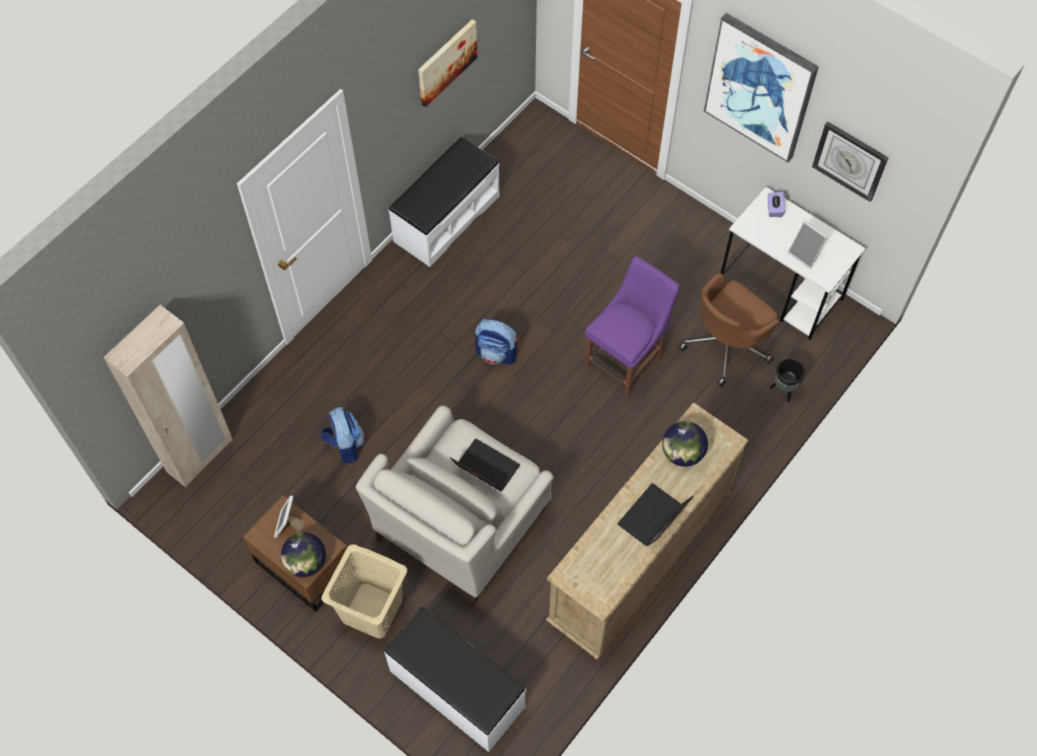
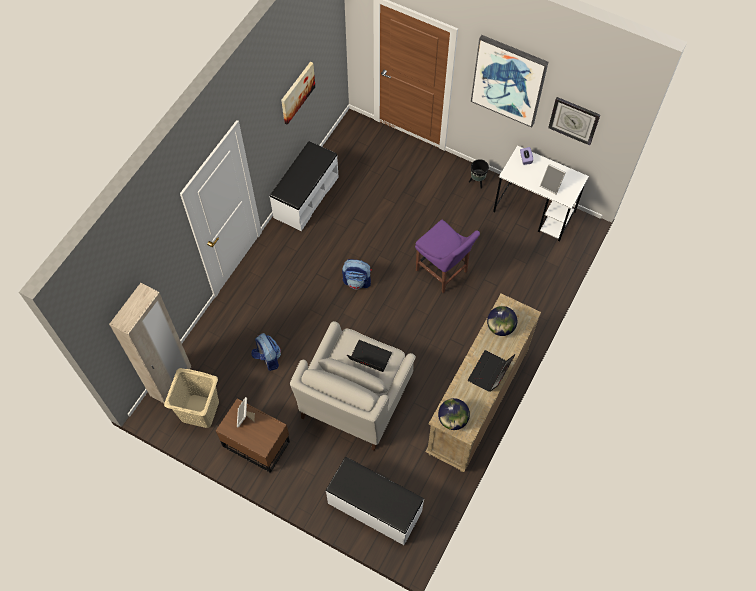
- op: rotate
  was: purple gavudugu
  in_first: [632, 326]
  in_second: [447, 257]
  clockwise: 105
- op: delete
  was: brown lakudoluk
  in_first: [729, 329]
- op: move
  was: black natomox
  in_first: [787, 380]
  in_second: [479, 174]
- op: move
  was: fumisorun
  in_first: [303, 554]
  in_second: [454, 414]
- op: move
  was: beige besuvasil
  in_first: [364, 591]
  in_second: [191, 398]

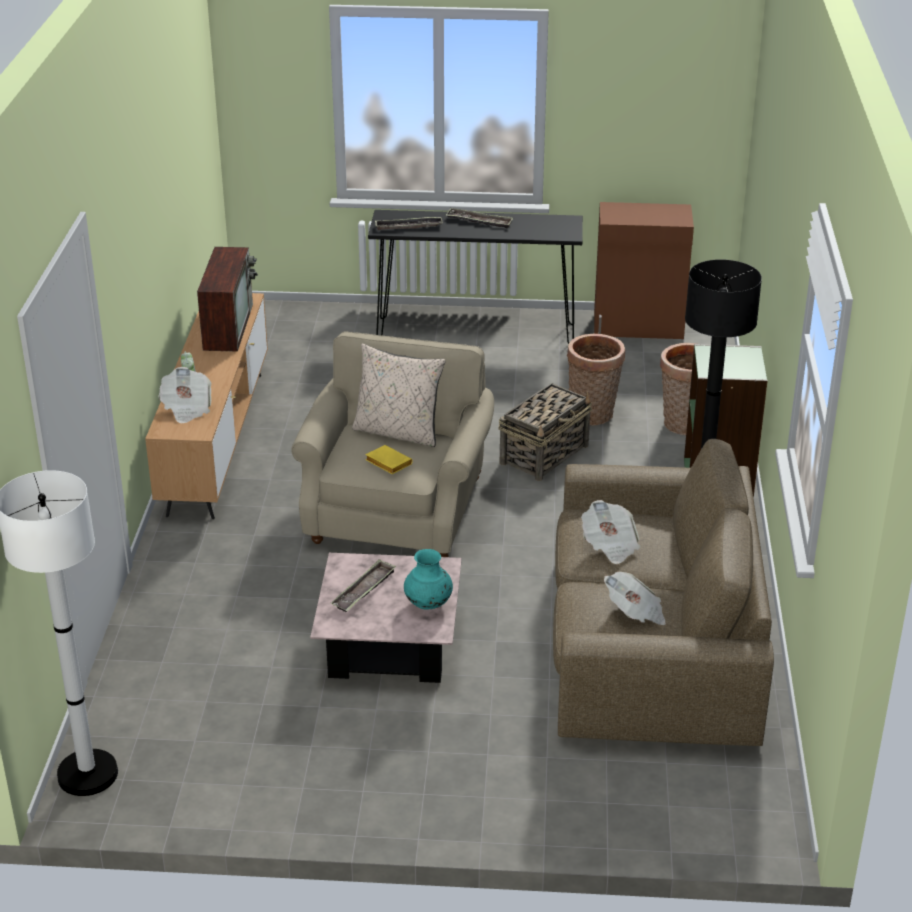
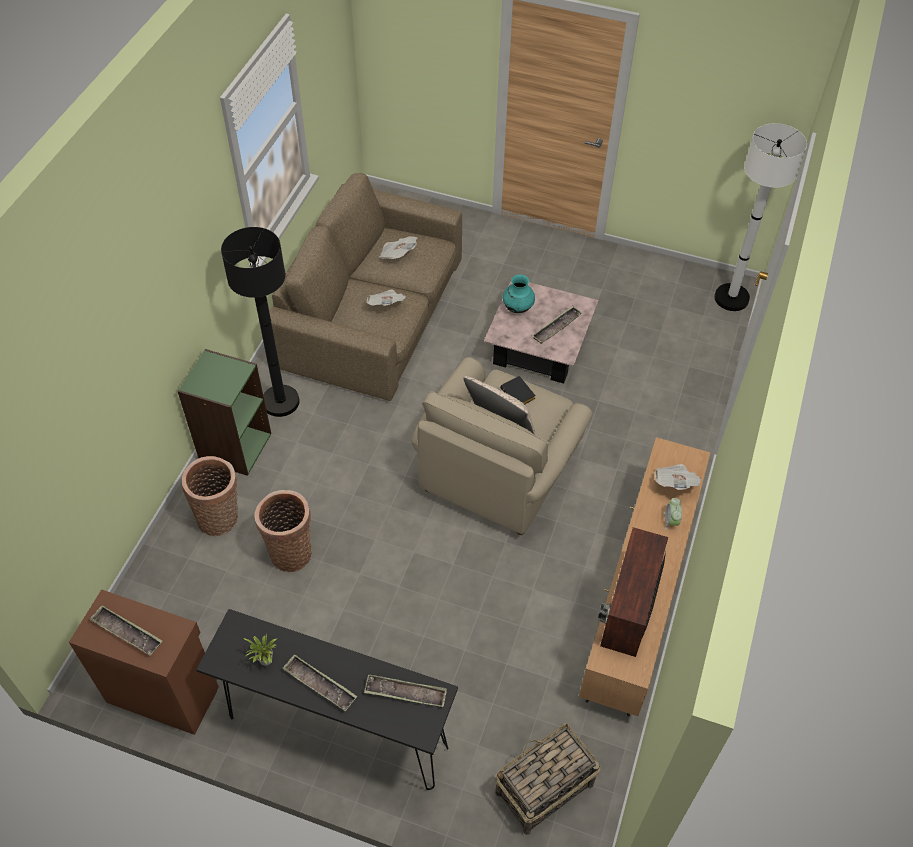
- op: move
  was: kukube
  in_first: [545, 432]
  in_second: [548, 779]
- op: recolor
  was: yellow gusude
  now: black gusude
  in_first: [389, 459]
  in_second: [518, 390]
- op: insert
  now: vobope
  in_second: [125, 630]
- op: insert
  now: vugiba
  in_second: [260, 649]

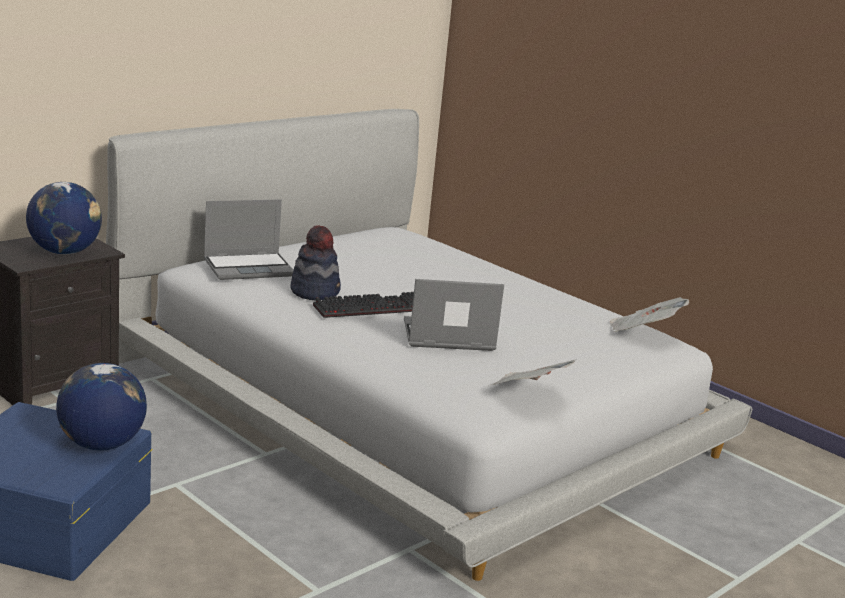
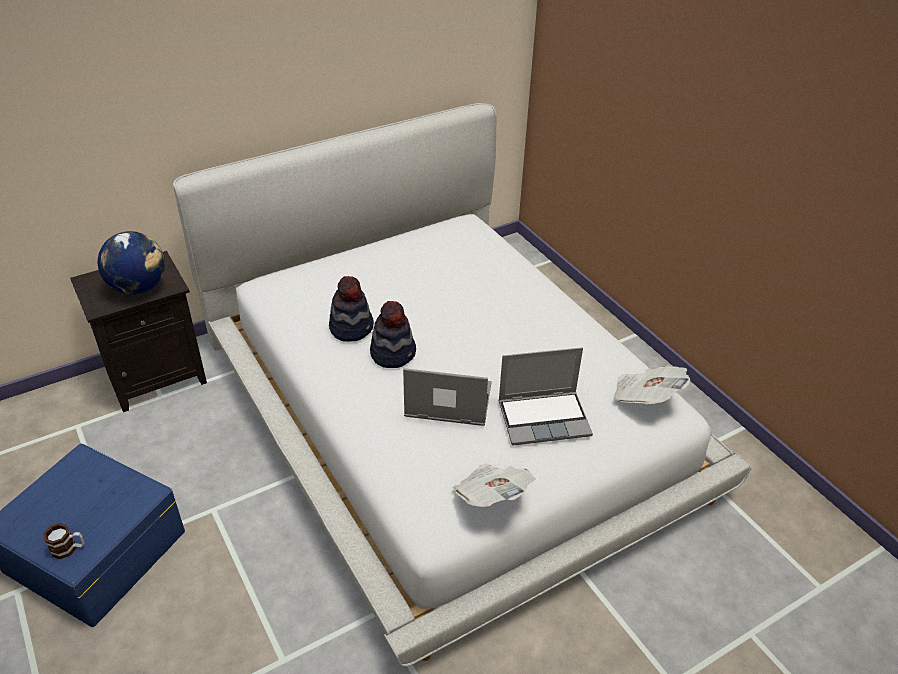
- op: move
  was: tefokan
  in_first: [248, 239]
  in_second: [545, 396]
- op: replace
  was: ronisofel
  now: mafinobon
  in_first: [363, 305]
  in_second: [393, 334]
- op: delete
  was: fumisorun
  in_first: [101, 407]
- op: insert
  now: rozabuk
  in_second: [64, 541]

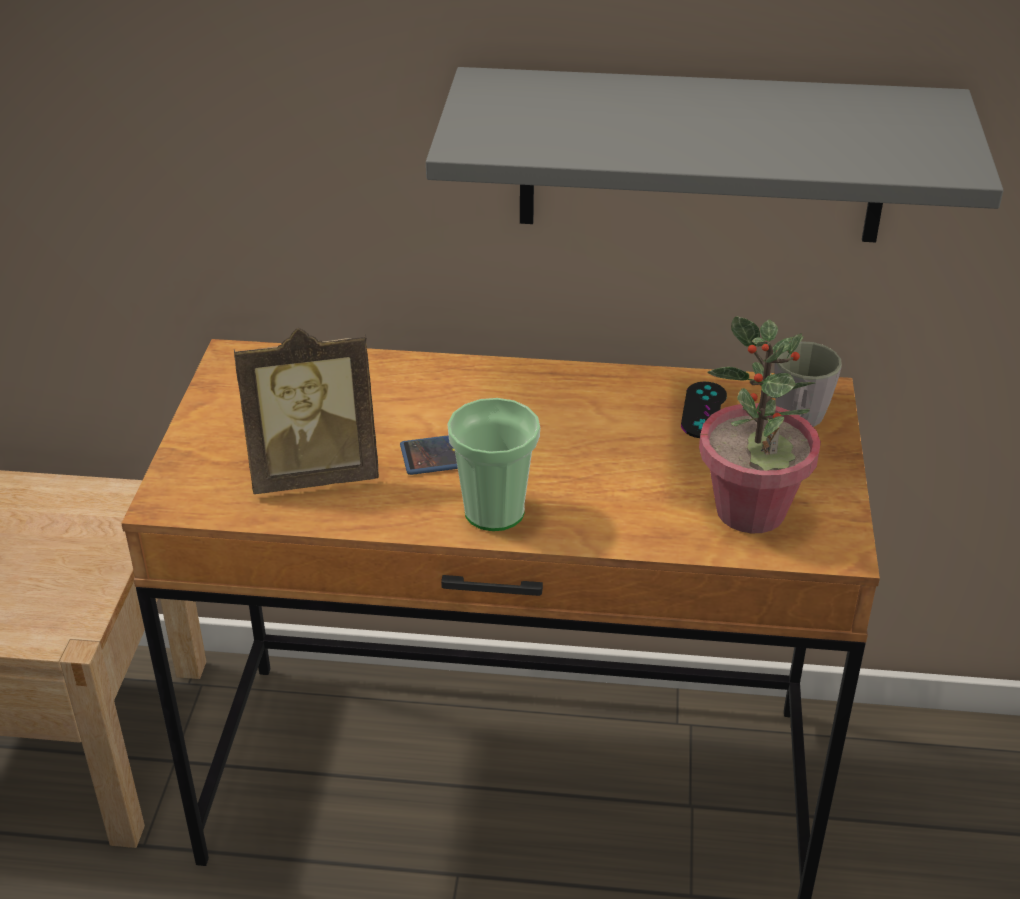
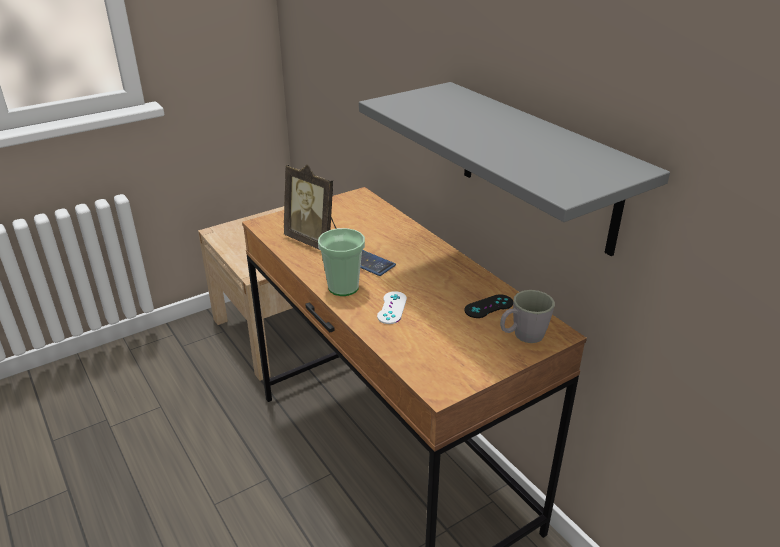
- op: delete
  was: vugiba
  in_first: [760, 424]
- op: insert
  now: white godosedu
  in_second: [392, 307]

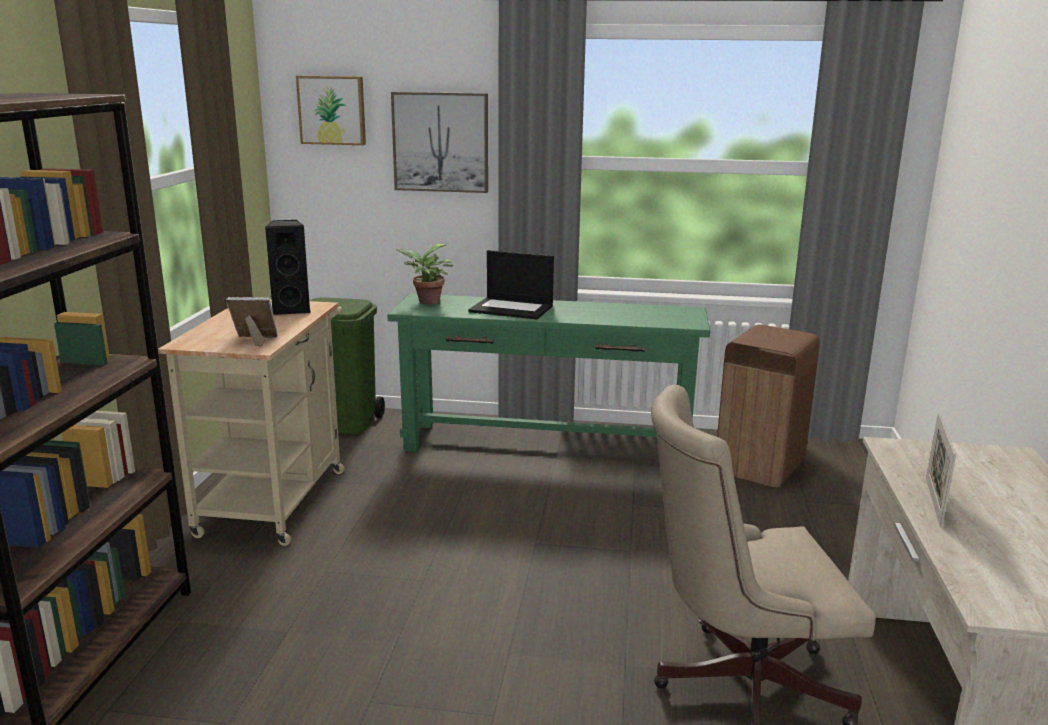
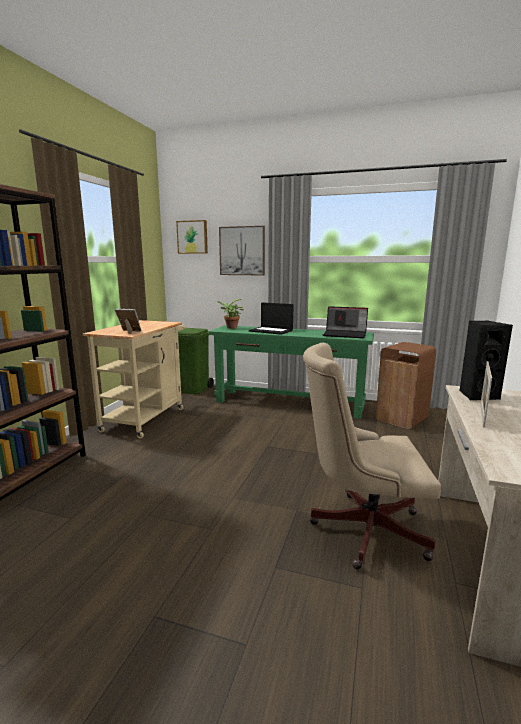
- op: move
  was: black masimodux
  in_first: [288, 267]
  in_second: [486, 360]
- op: insert
  now: tefokan
  in_second: [345, 322]

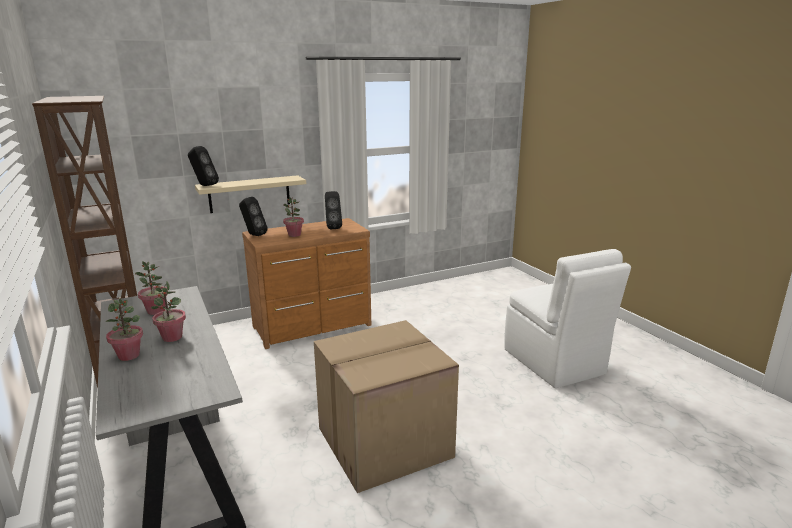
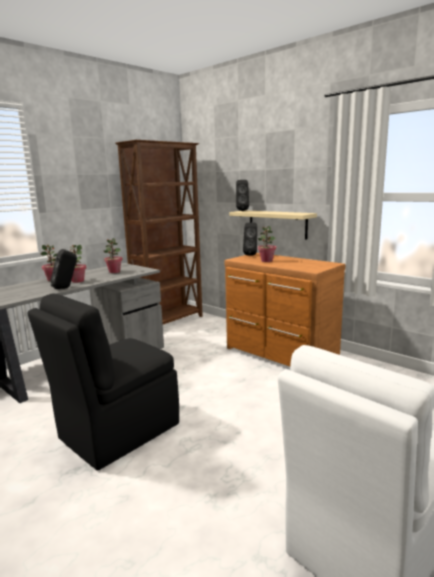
- op: move
  was: black masimodux
  in_first: [333, 210]
  in_second: [63, 269]
- op: replace
  was: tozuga
  now: black gavudugu
  in_first: [386, 406]
  in_second: [103, 382]

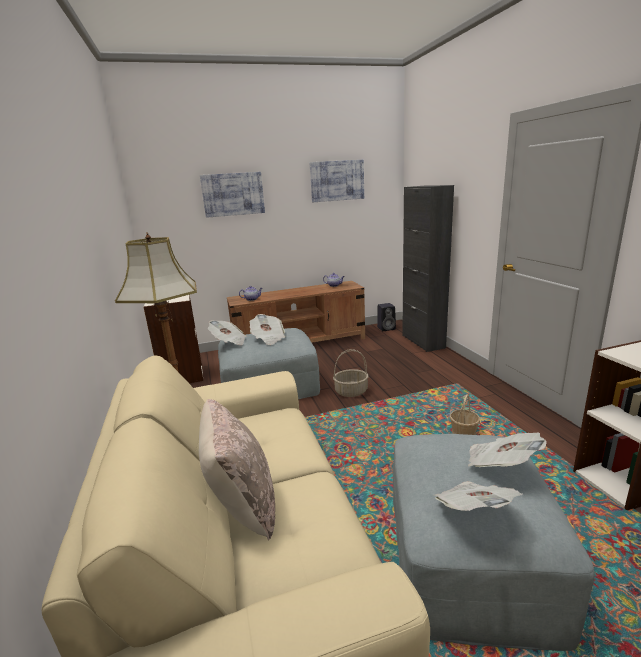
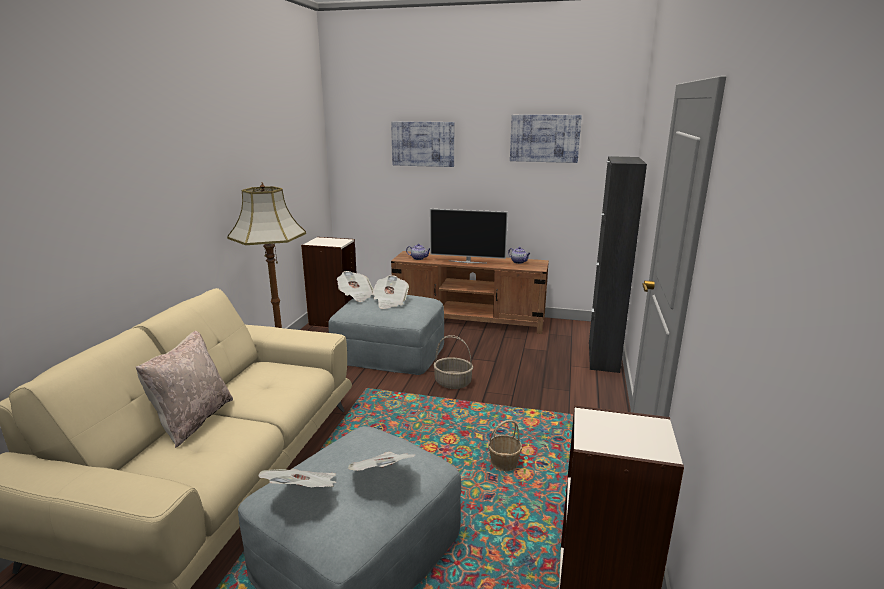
- op: delete
  was: black masimodux
  in_first: [386, 317]
- op: insert
  now: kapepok
  in_second: [469, 236]

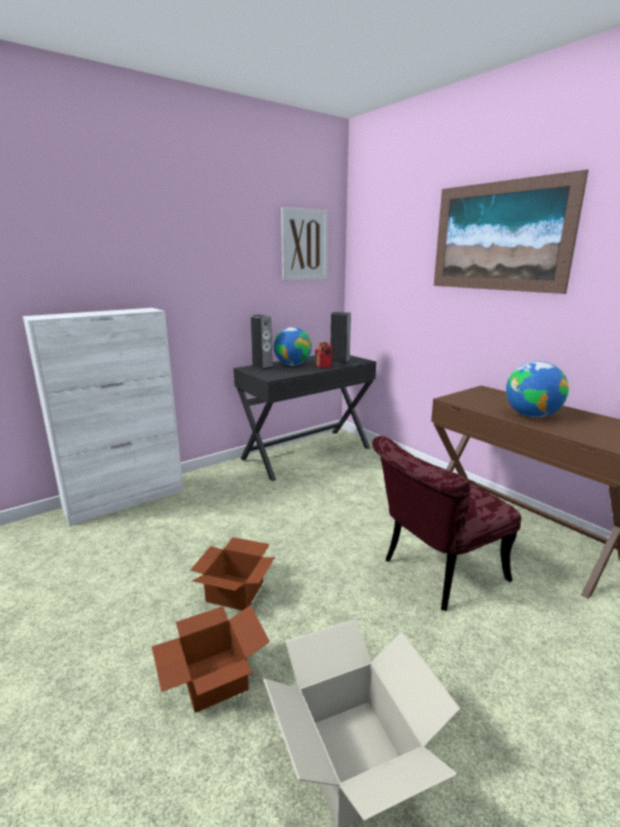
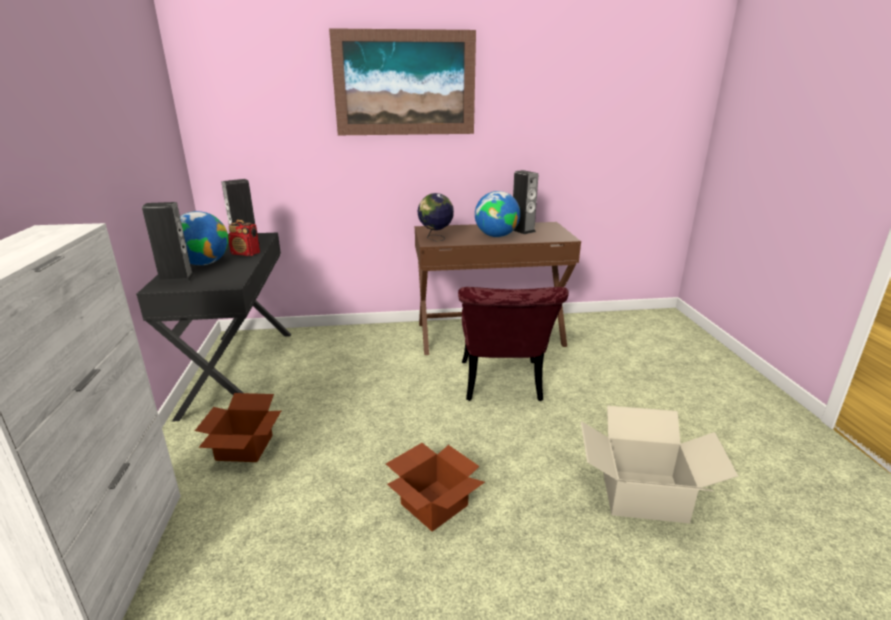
- op: delete
  was: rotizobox
  in_first: [304, 244]
- op: move
  was: tozuga
  in_first: [211, 659]
  in_second: [238, 427]
- op: insert
  now: masimodux
  in_second: [525, 202]
- op: insert
  now: fumisorun
  in_second: [435, 217]

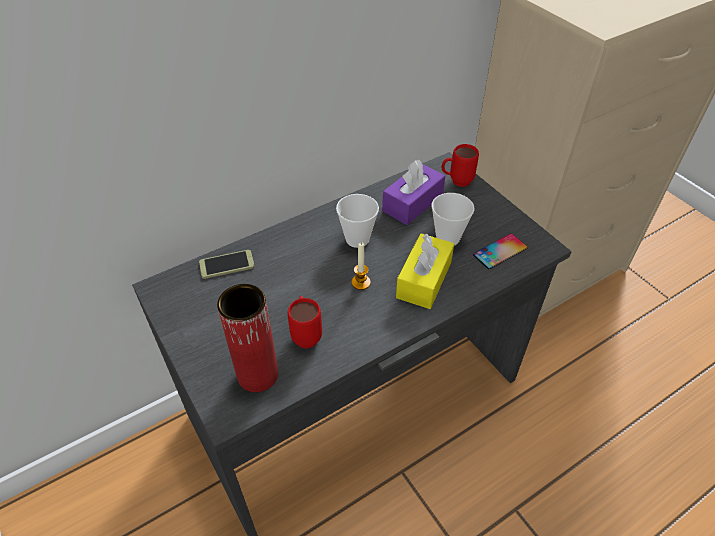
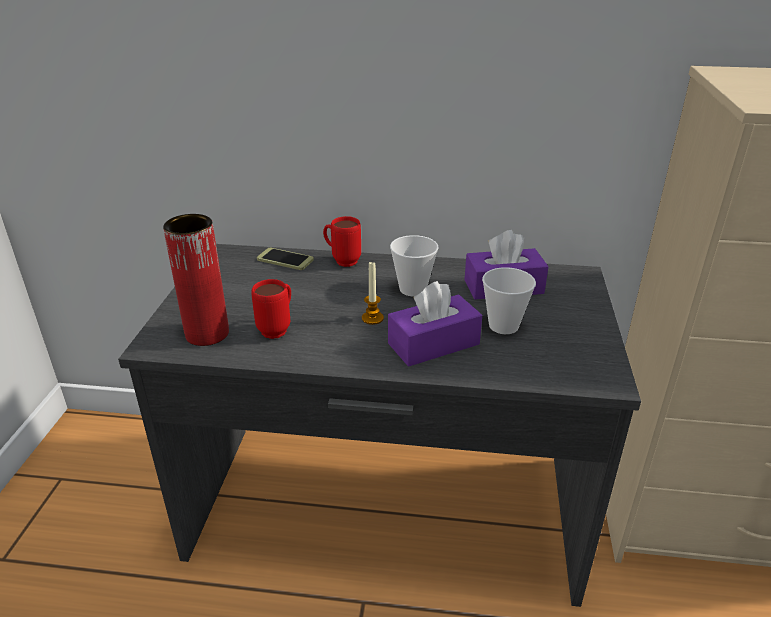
- op: move
  was: red rozabuk
  in_first: [460, 165]
  in_second: [342, 241]
- op: recolor
  was: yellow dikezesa
  now: purple dikezesa
  in_first: [425, 271]
  in_second: [435, 324]
- op: delete
  was: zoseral
  in_first: [500, 251]

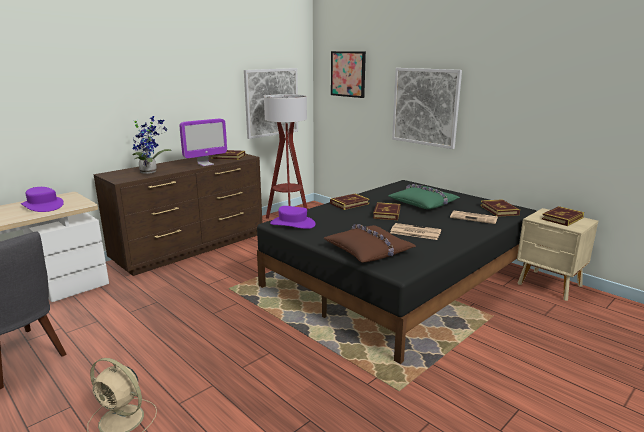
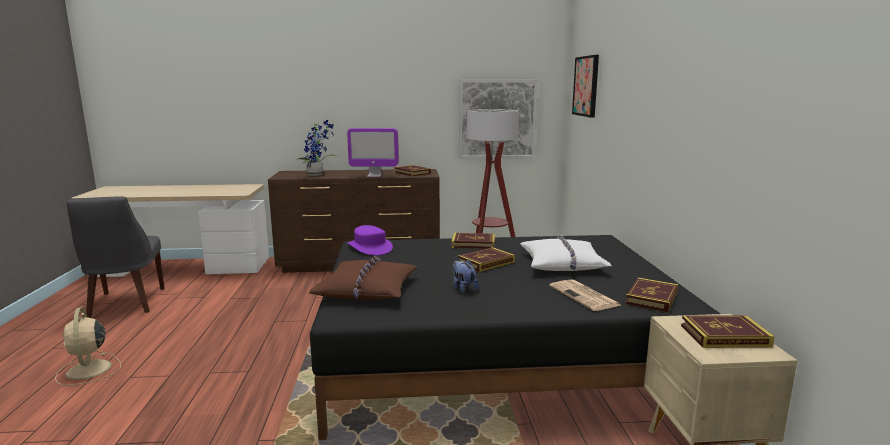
- op: delete
  was: rotizobox
  in_first: [427, 108]
- op: recolor
  was: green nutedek
  now: white nutedek
  in_first: [424, 196]
  in_second: [566, 252]
- op: delete
  was: purple mafinobon
  in_first: [42, 199]
- op: replace
  was: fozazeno
  now: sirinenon
  in_first: [415, 231]
  in_second: [466, 276]

